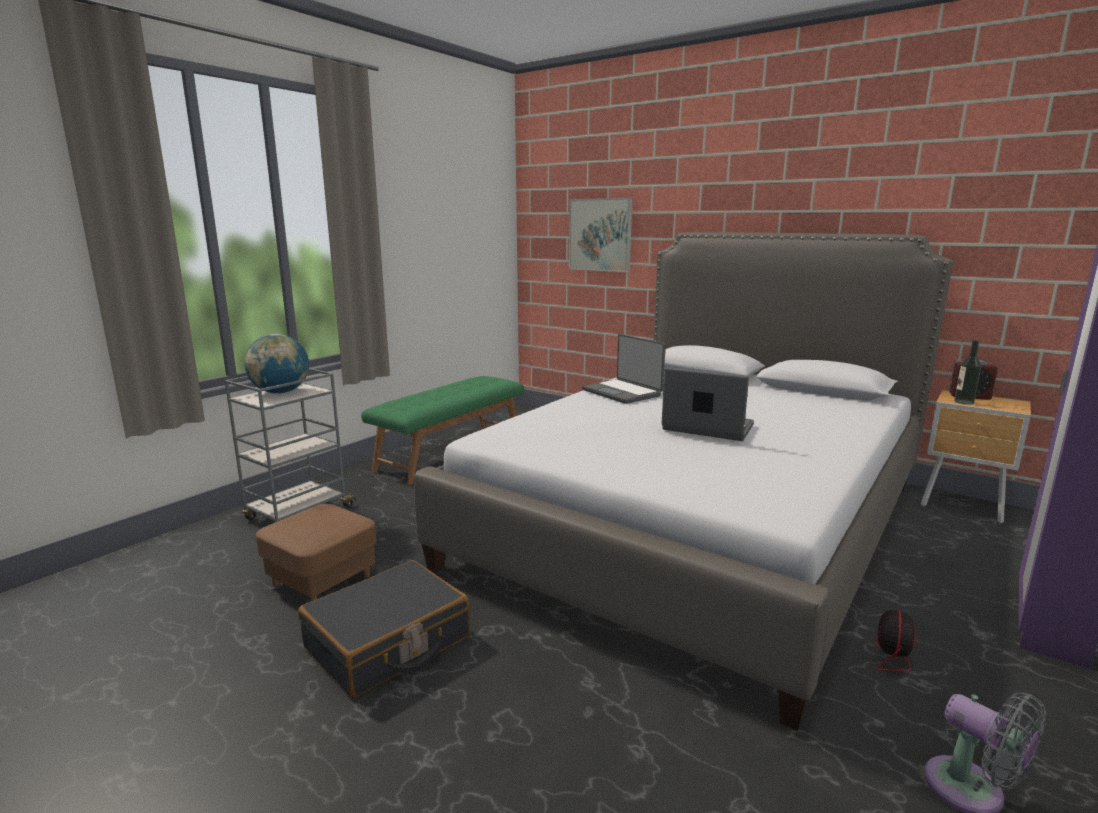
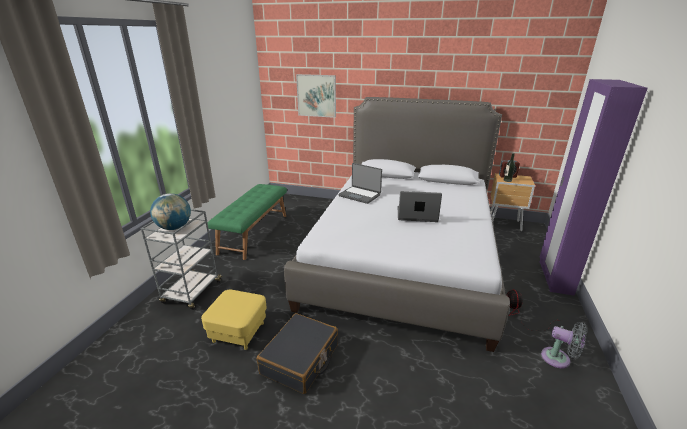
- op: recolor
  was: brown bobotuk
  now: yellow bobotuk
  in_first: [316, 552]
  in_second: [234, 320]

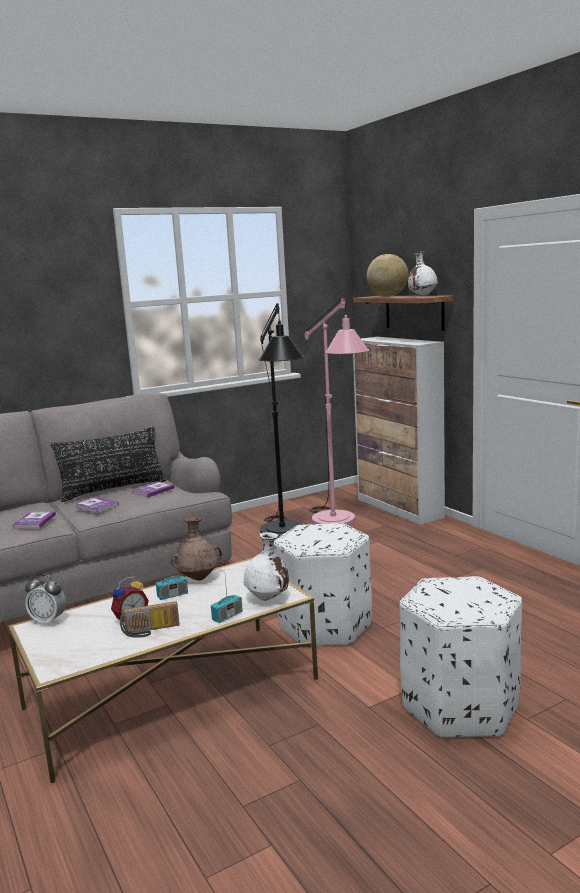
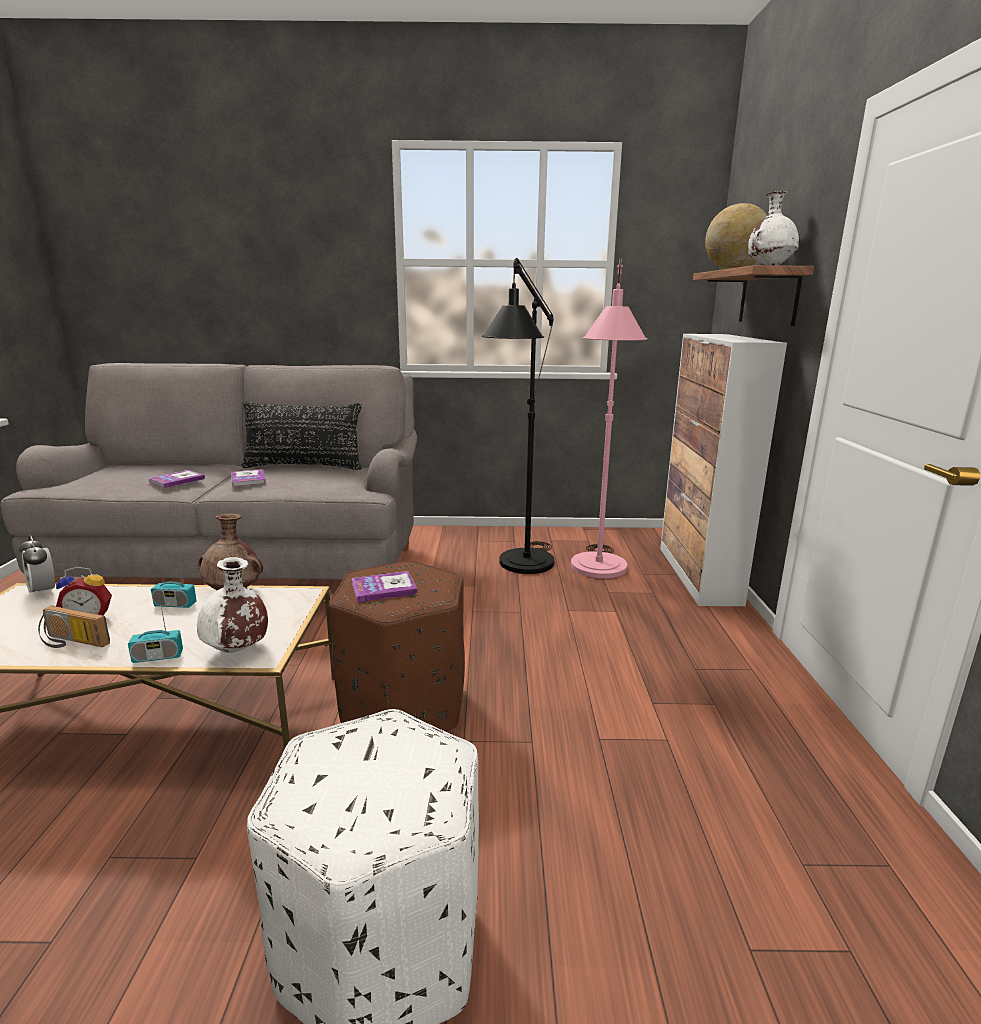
- op: move
  was: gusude
  in_first: [152, 489]
  in_second: [384, 586]
- op: recolor
  was: white bobotuk
  now: brown bobotuk
  in_first: [323, 584]
  in_second: [397, 646]

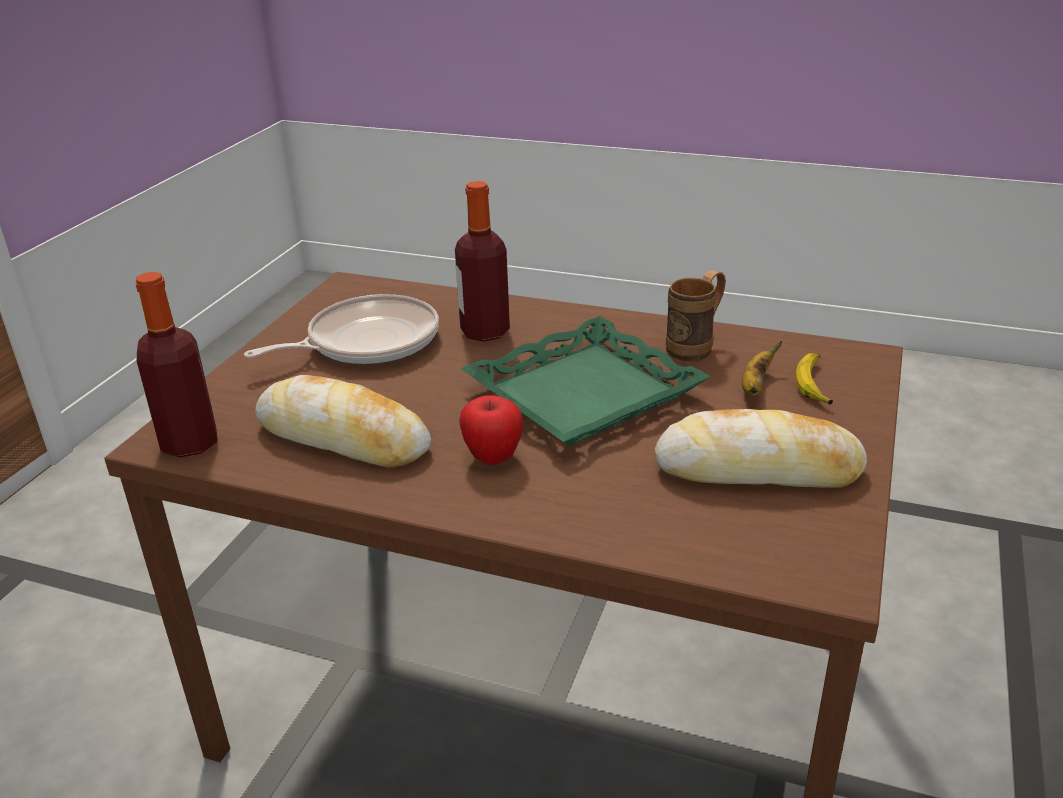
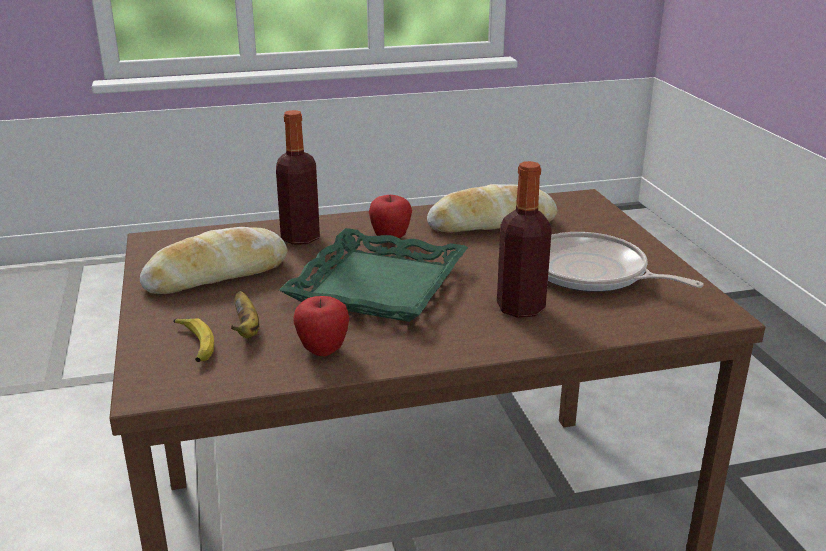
- op: replace
  was: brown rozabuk
  now: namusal
  in_first: [696, 316]
  in_second: [321, 326]
- op: move
  was: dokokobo
  in_first: [177, 365]
  in_second: [298, 177]
- op: rotate
  was: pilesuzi
  in_first: [341, 329]
  in_second: [626, 262]
  clockwise: 105

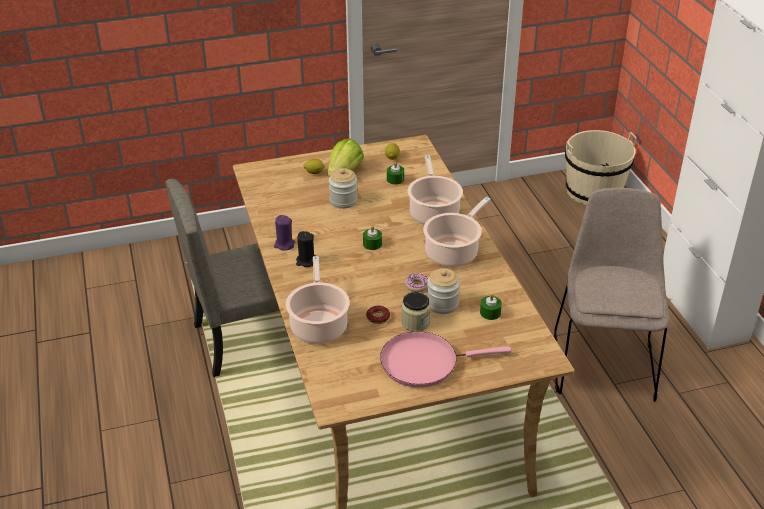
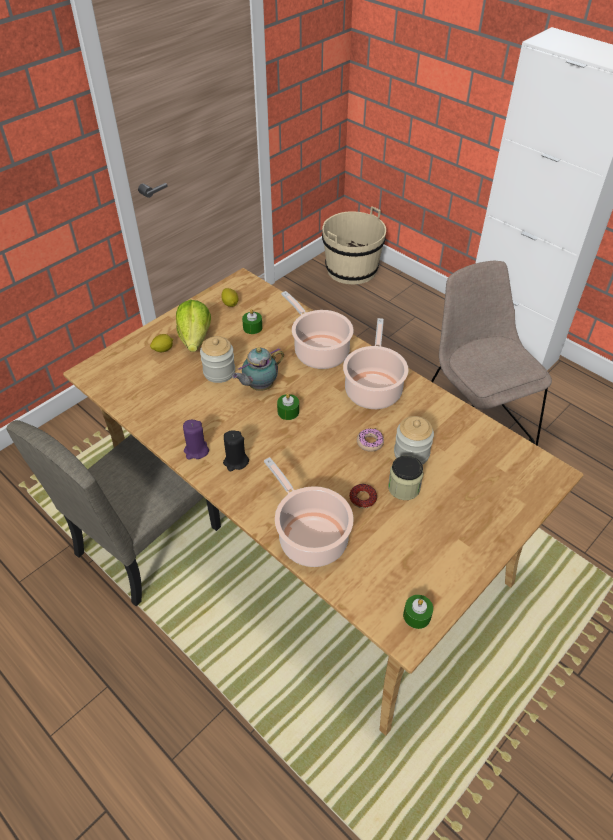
- op: move
  was: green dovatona
  in_first: [491, 307]
  in_second: [418, 612]
- op: delete
  was: pink pilesuzi
  in_first: [445, 359]
- op: insert
  now: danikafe
  in_second: [258, 369]

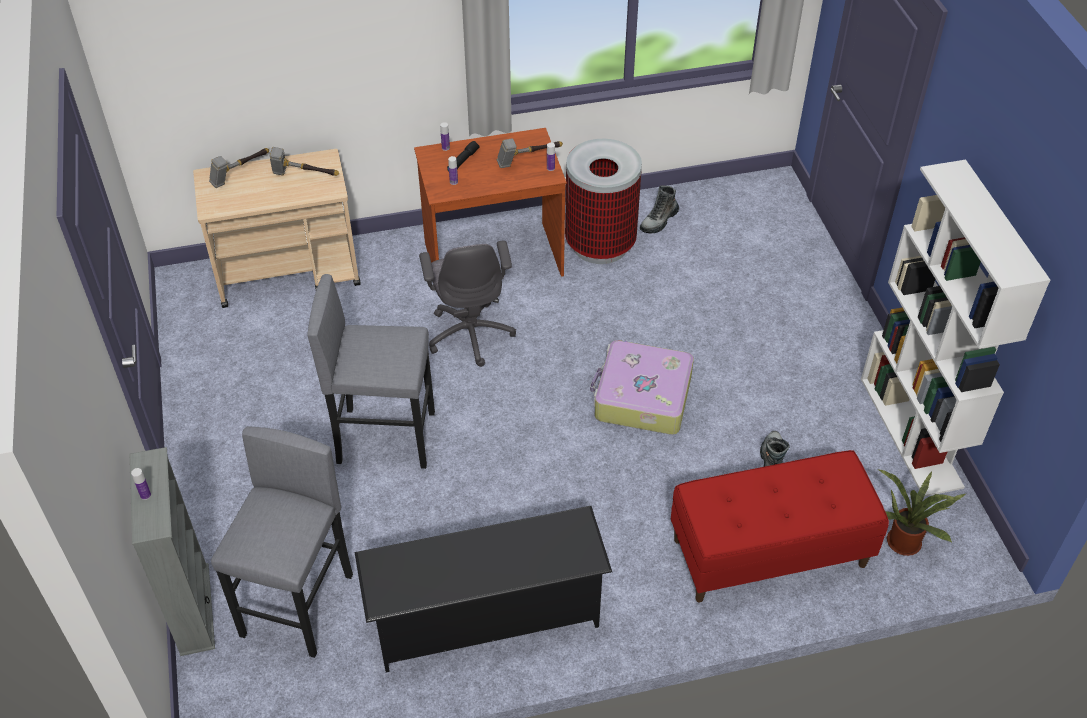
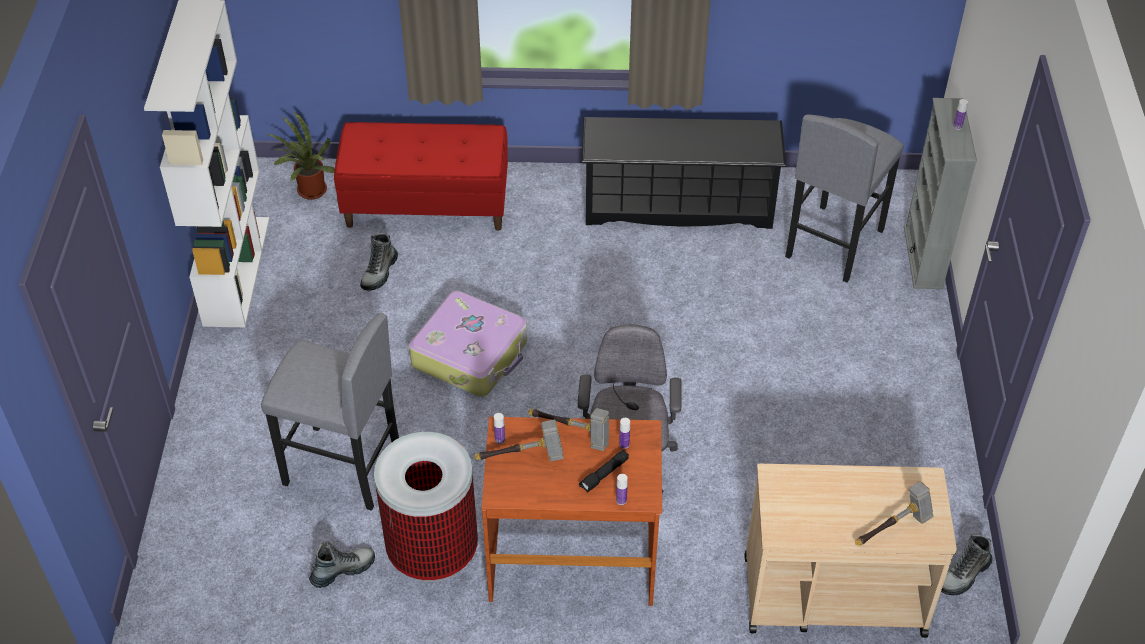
- op: move
  was: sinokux
  in_first: [304, 161]
  in_second: [568, 429]
- op: move
  was: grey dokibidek
  in_first: [371, 371]
  in_second: [330, 412]
- op: insert
  now: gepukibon
  in_second: [966, 564]

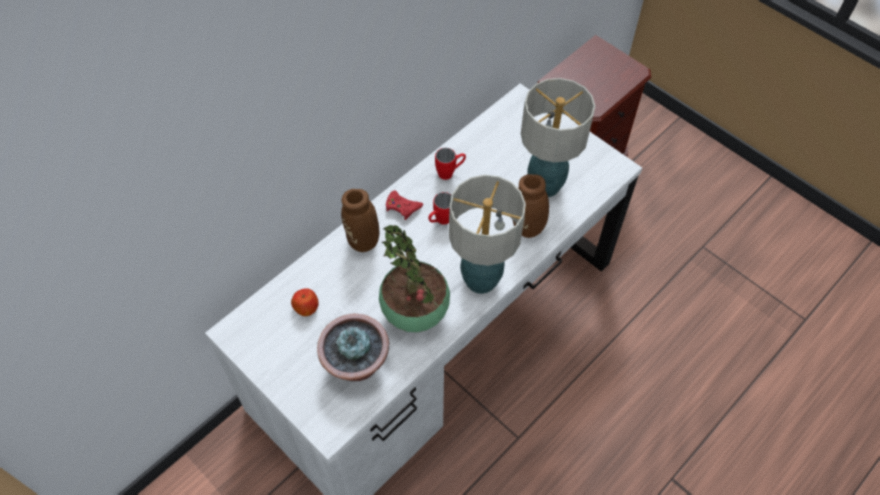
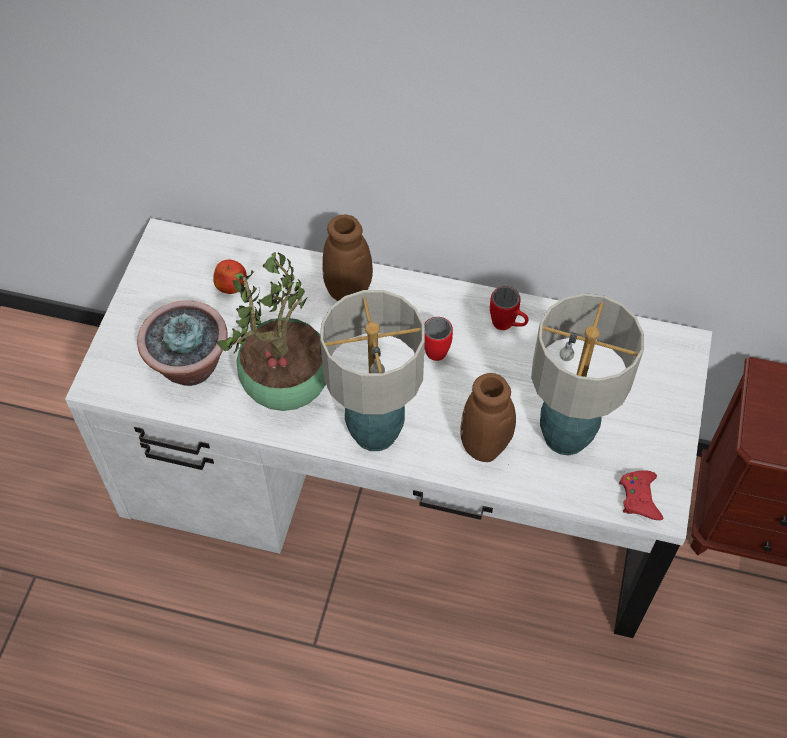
- op: move
  was: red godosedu
  in_first: [404, 205]
  in_second: [641, 495]

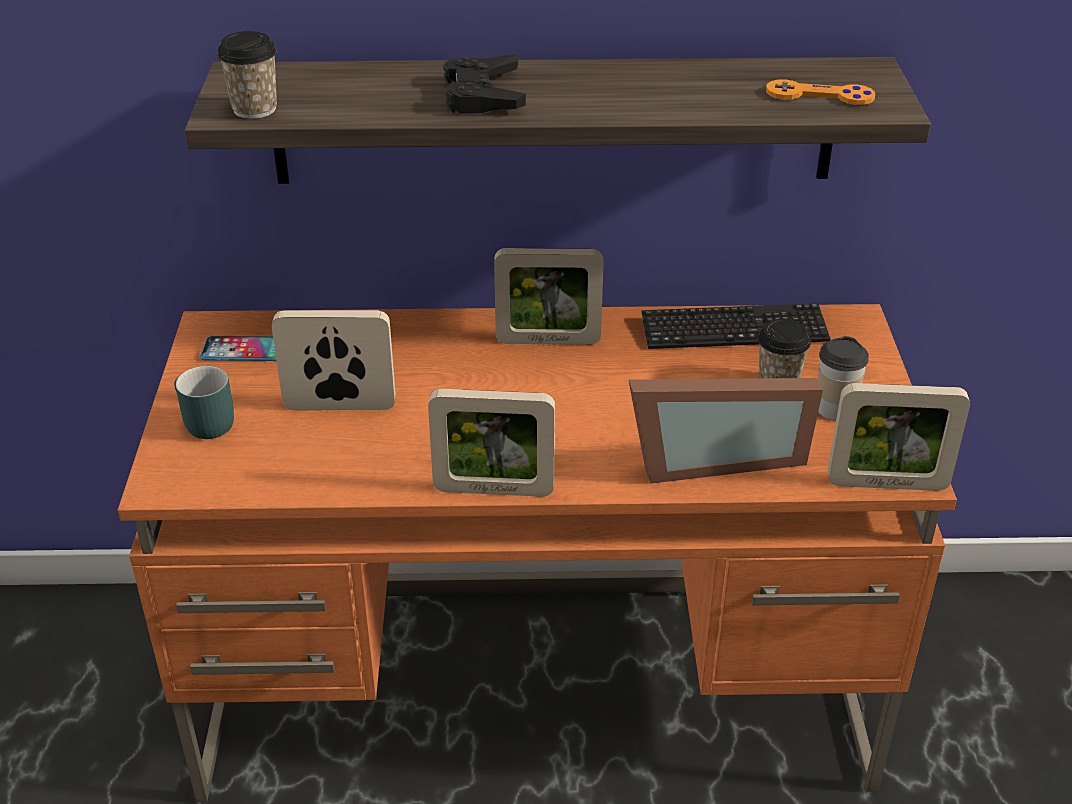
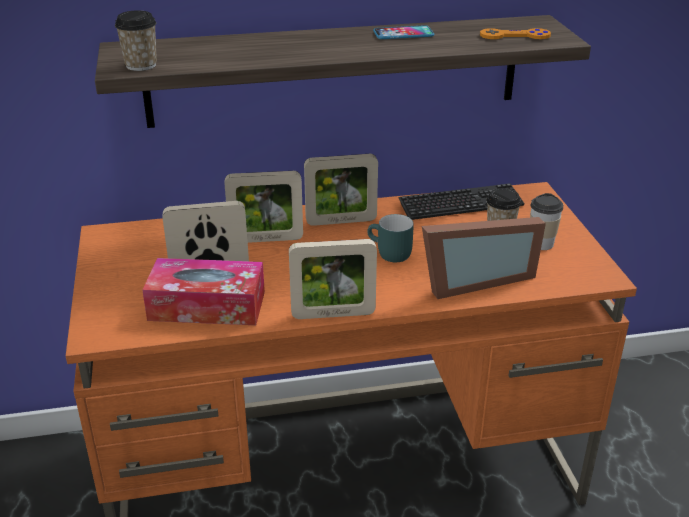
- op: delete
  was: black godosedu
  in_first: [484, 84]
- op: move
  was: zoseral
  in_first: [238, 348]
  in_second: [403, 32]
- op: move
  was: turquoise rozabuk
  in_first: [204, 402]
  in_second: [390, 238]
- op: move
  was: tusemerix
  in_first: [899, 437]
  in_second: [264, 207]
- op: insert
  now: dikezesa
  in_second: [203, 291]

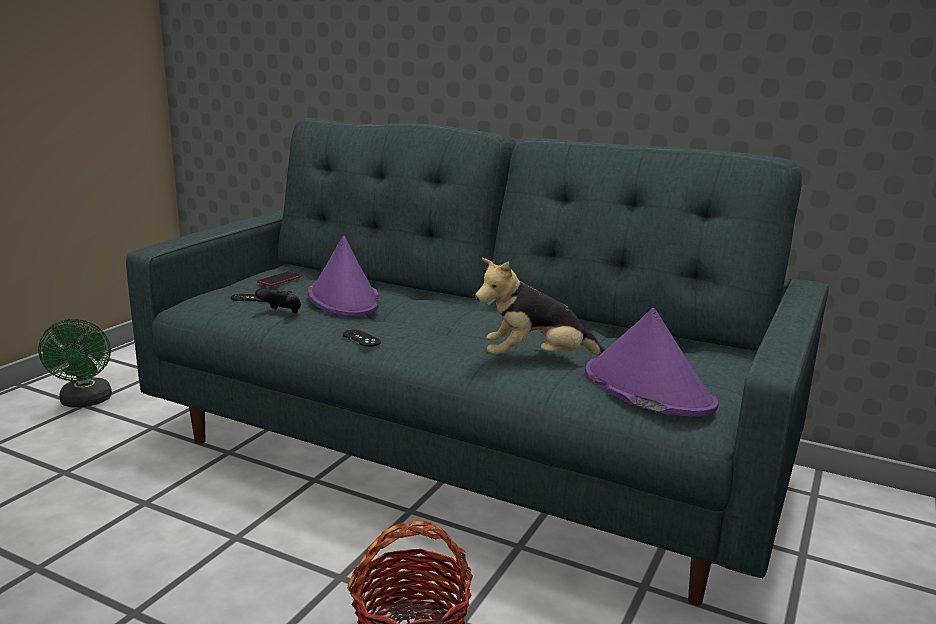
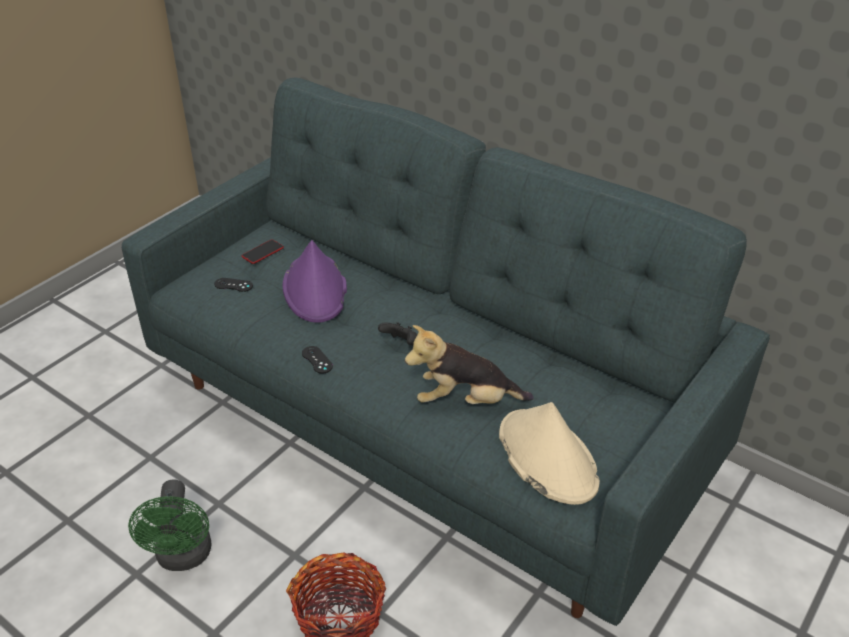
- op: move
  was: black godosedu
  in_first: [278, 300]
  in_second: [398, 334]
- op: recolor
  was: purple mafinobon
  now: beige mafinobon
  in_first: [651, 362]
  in_second: [549, 453]
- op: move
  was: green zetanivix
  in_first: [75, 363]
  in_second: [169, 525]

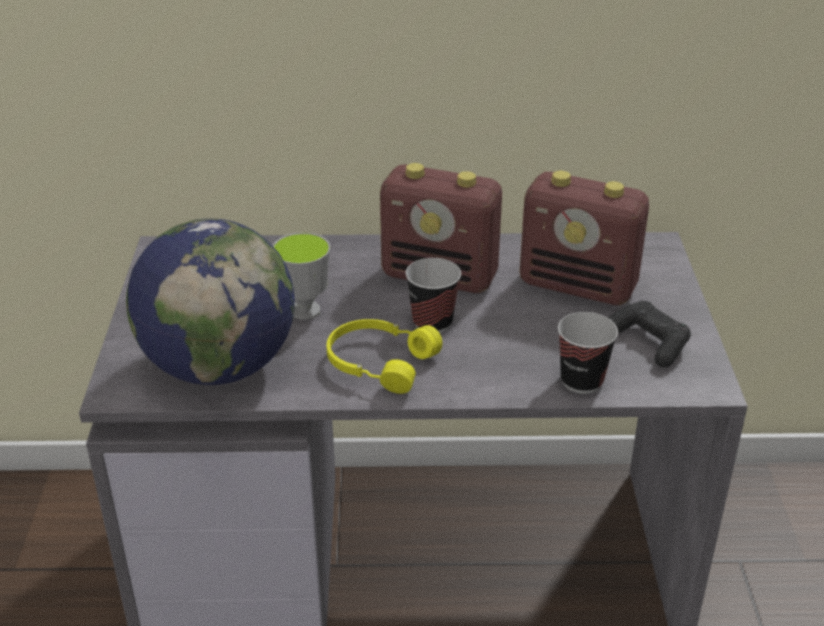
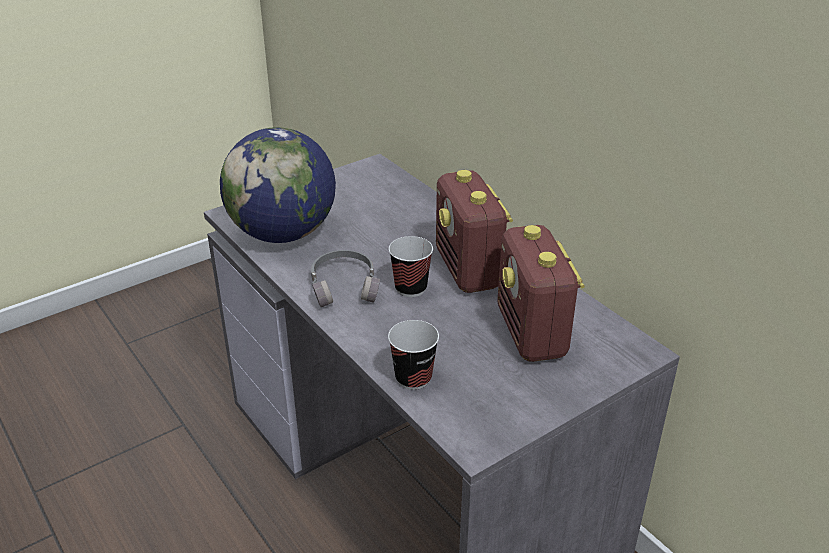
- op: delete
  was: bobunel
  in_first: [301, 276]
- op: delete
  was: black godosedu
  in_first: [649, 334]
- op: recolor
  was: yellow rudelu
  now: grey rudelu
  in_first: [384, 356]
  in_second: [345, 278]

